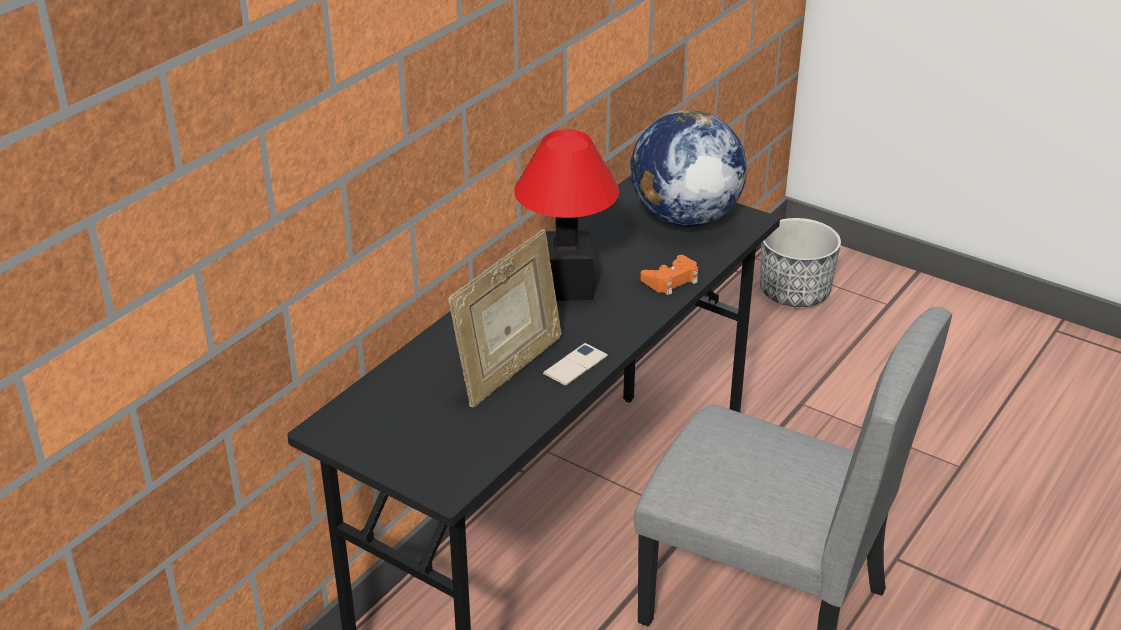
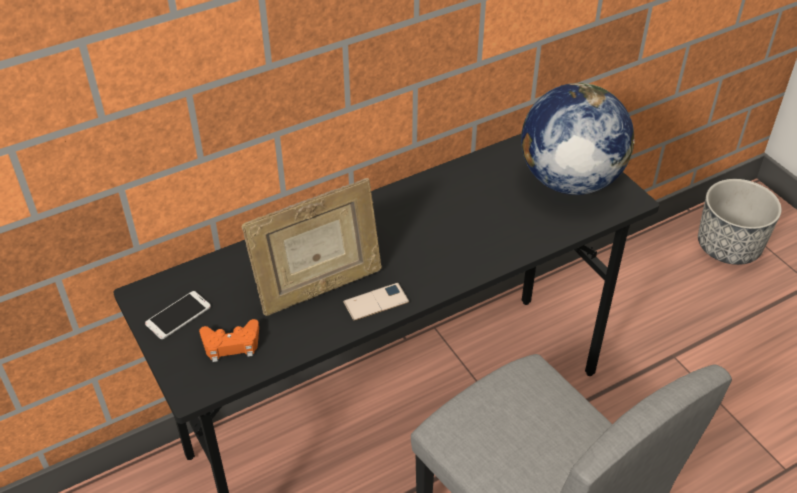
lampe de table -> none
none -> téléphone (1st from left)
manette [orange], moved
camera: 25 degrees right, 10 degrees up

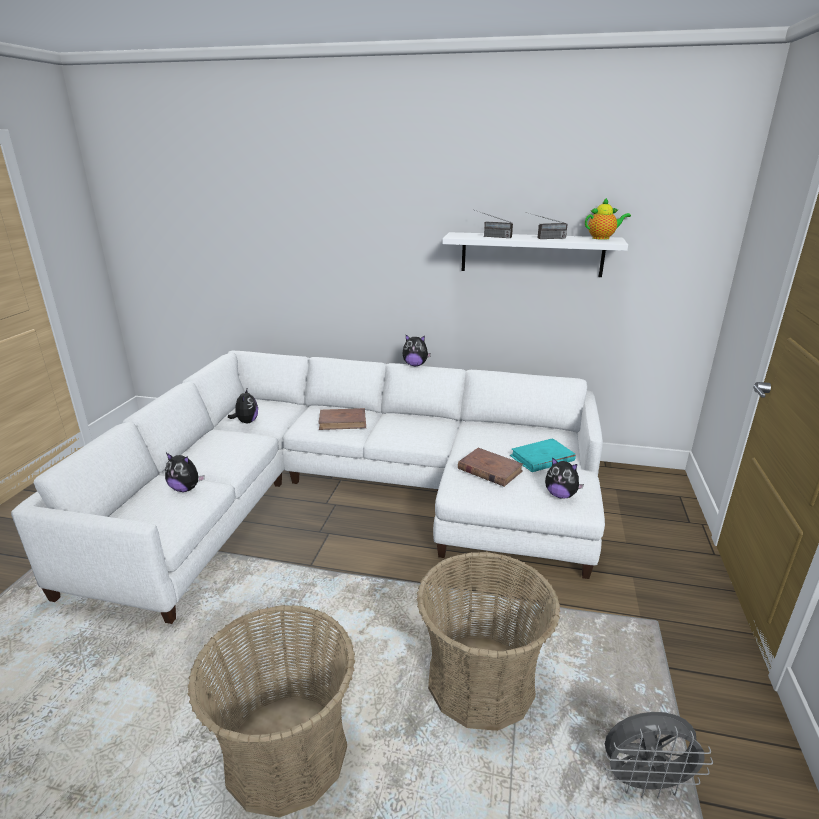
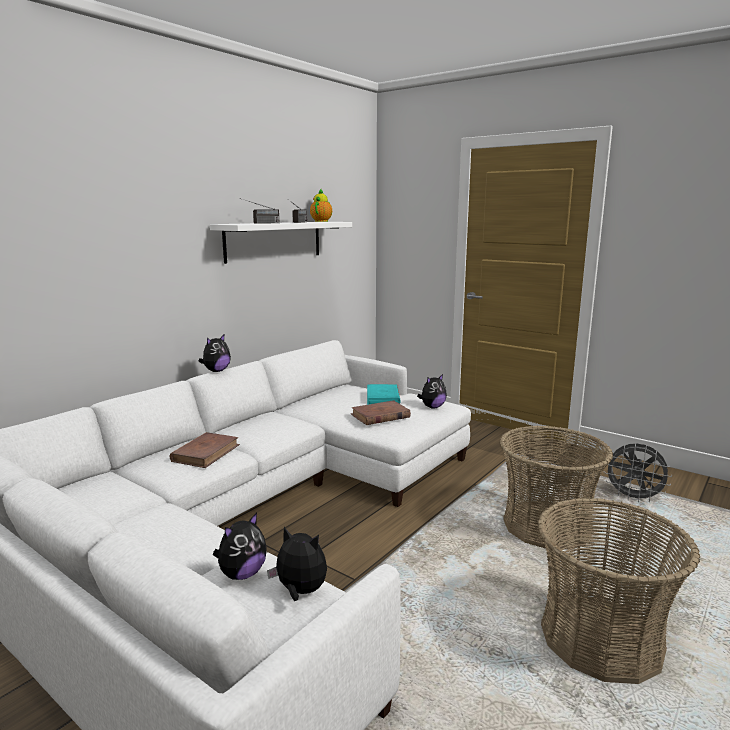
peluche (2nd from left in the first image) -> peluche (3rd from left), moved
ventilateur [gris], 90 degrees clockwise
camera: 65 degrees left, 10 degrees down

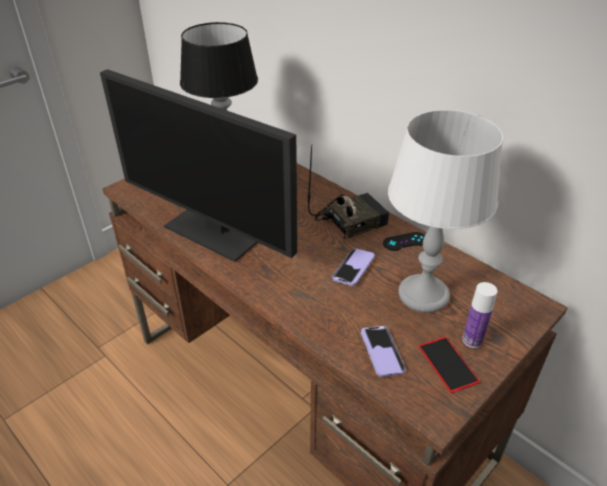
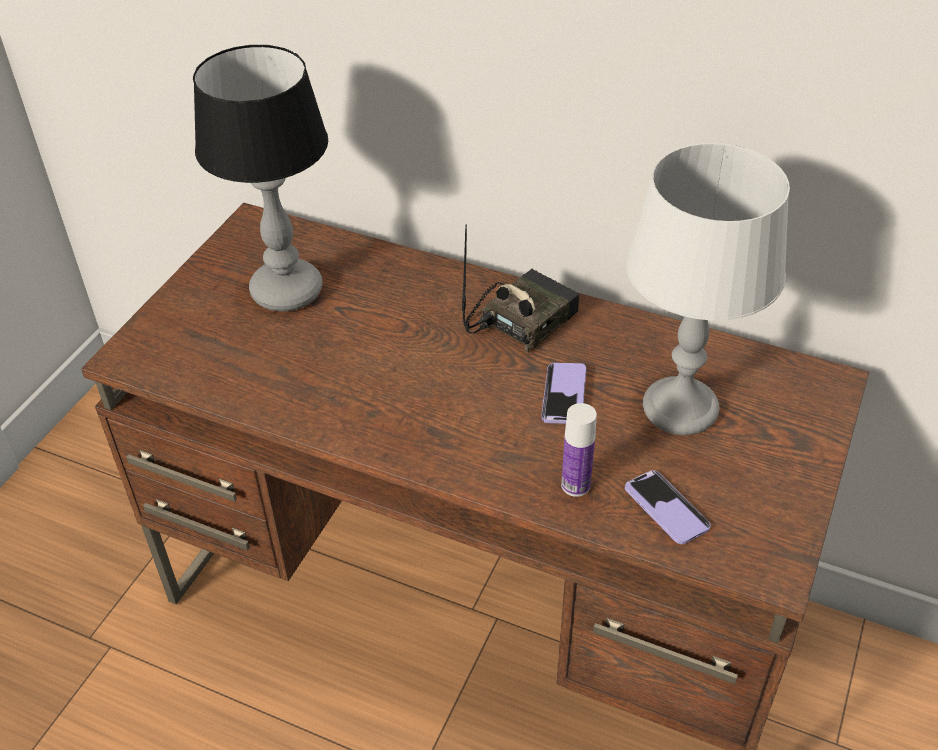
écran d'ordinateur -> none
manette [noir] -> none
téléphone (3rd from left) -> none
bouteille, moved
camera: 20 degrees left, 5 degrees up

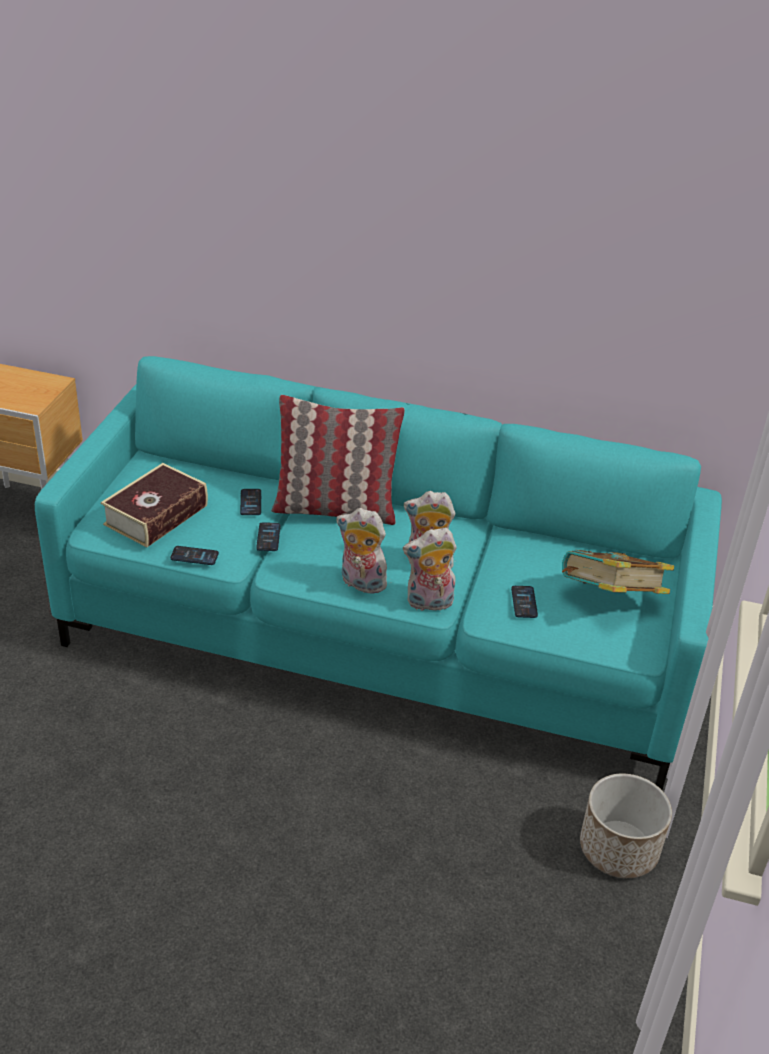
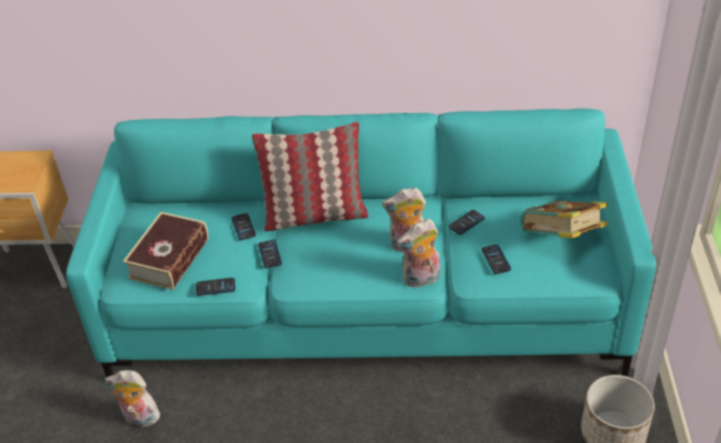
none -> téléphone (4th from left)
peluche (1st from left), moved
camera: 10 degrees left, 5 degrees up

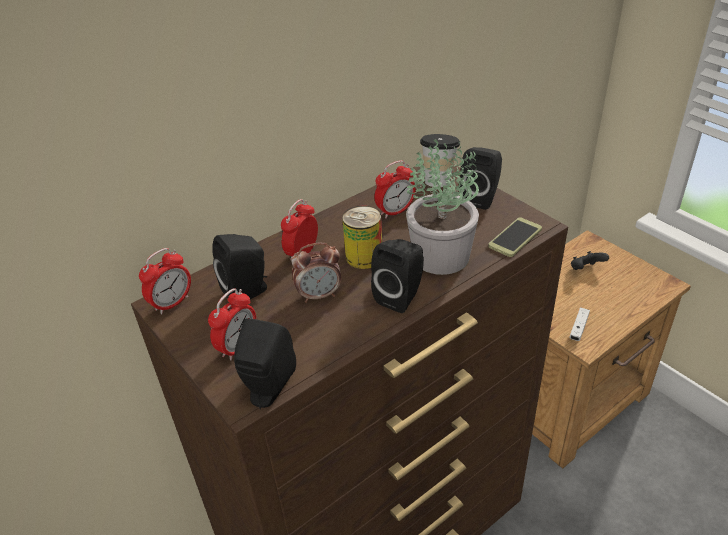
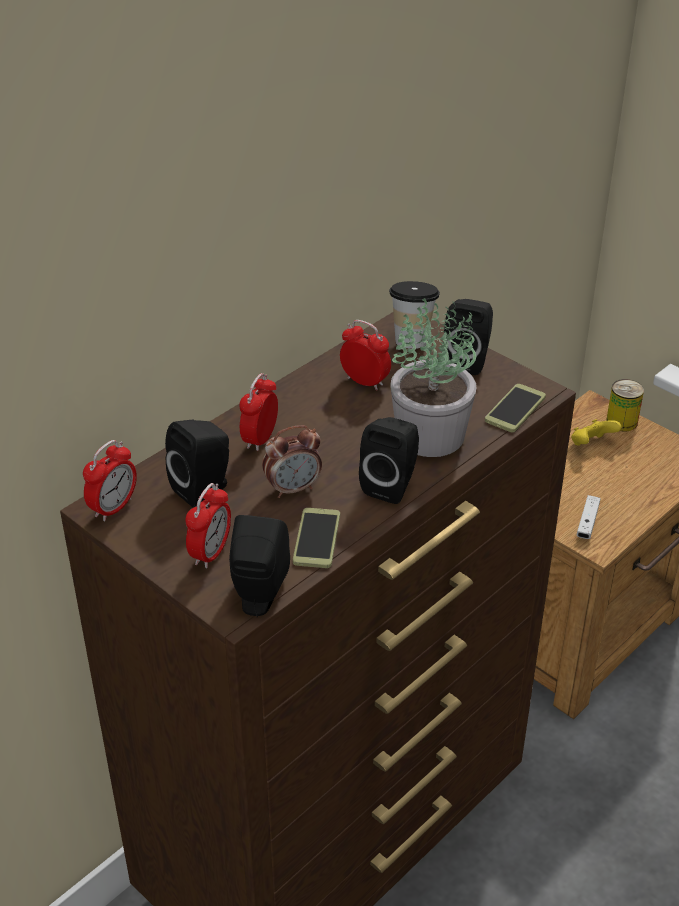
none -> téléphone (1st from left)
boîte métallique, moved
manette [noir] -> manette [jaune]
réveil (5th from left), 105 degrees counterclockwise
camera: 10 degrees left, 0 degrees up

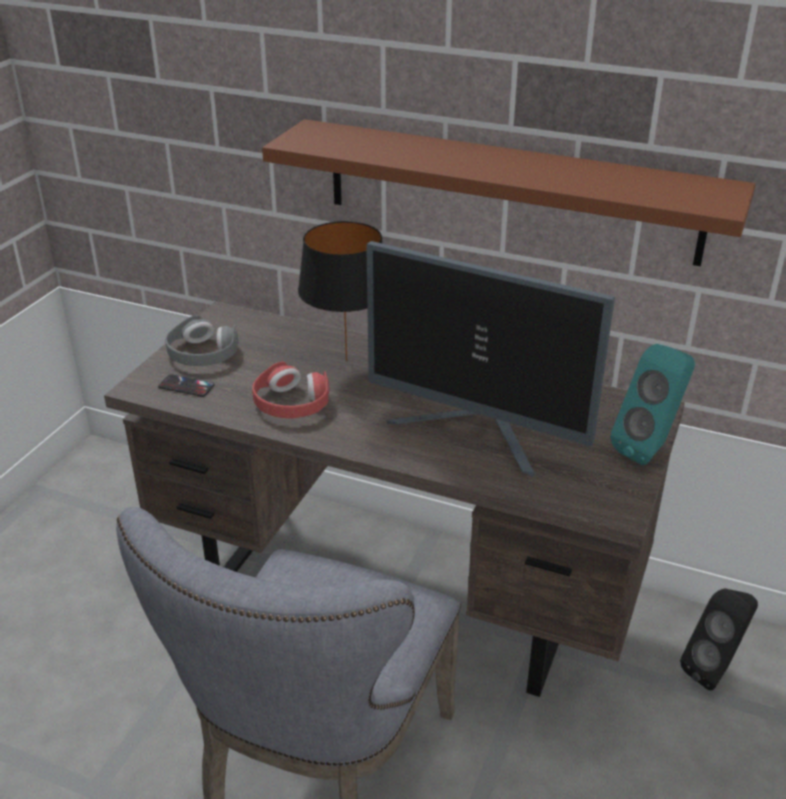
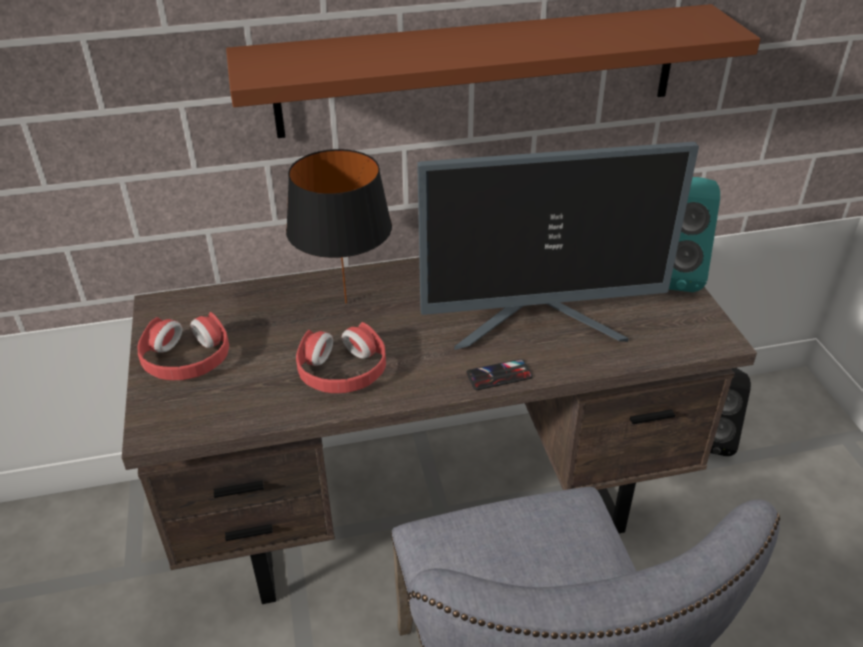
téléphone, moved
casque audio [gris] -> casque audio [rouge] (1st from left)
camera: 35 degrees left, 5 degrees up

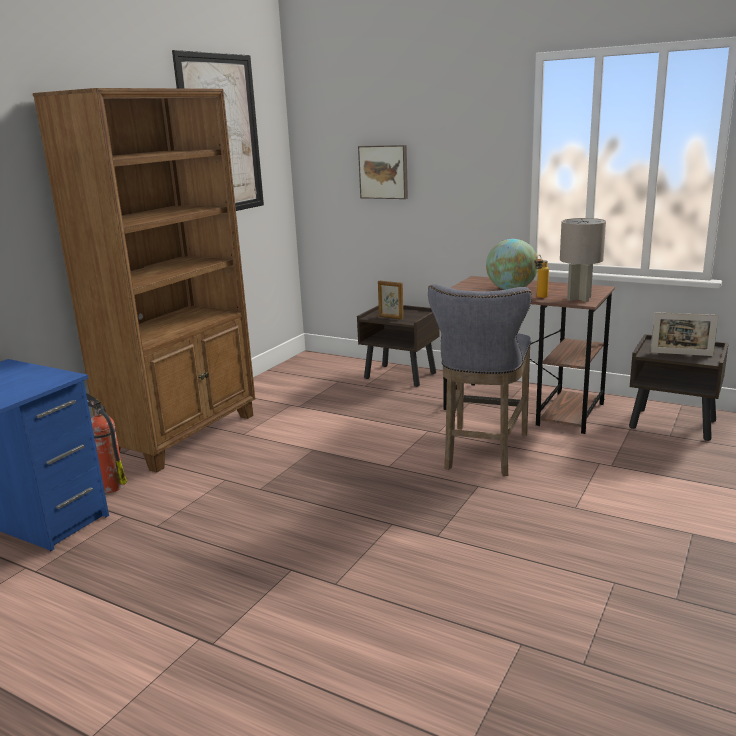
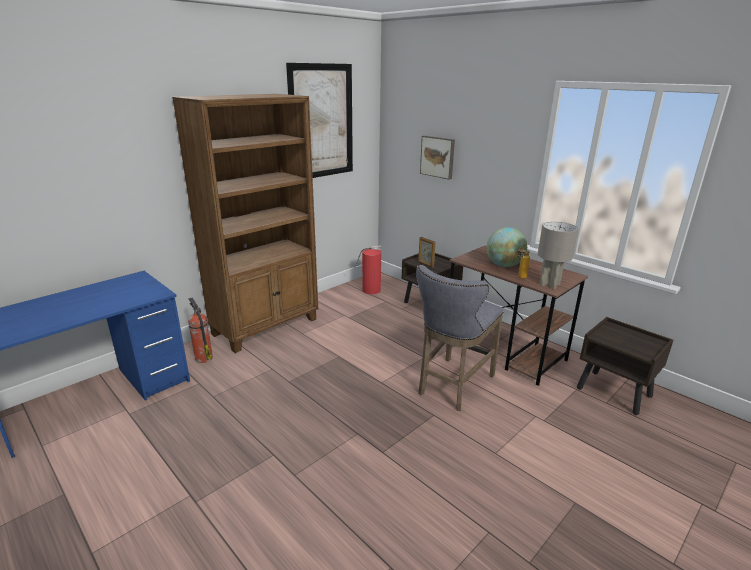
cadre photo (2nd from left) -> none
none -> extincteur (2nd from left)
camera: 15 degrees right, 5 degrees up

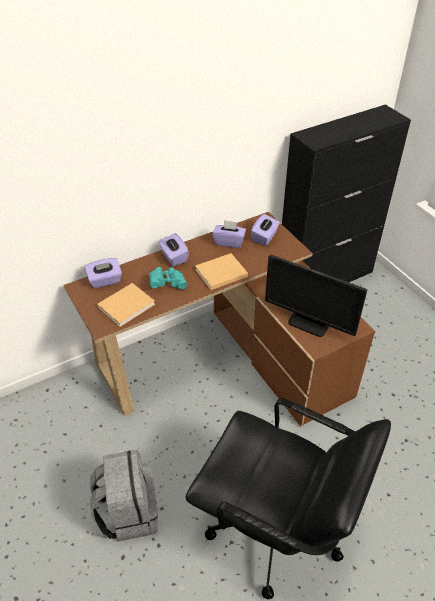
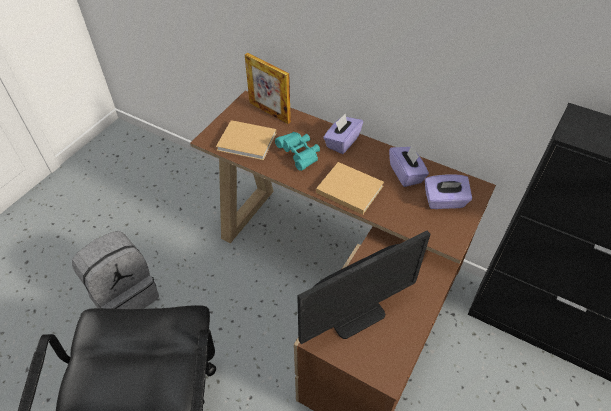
boîte à mouchoirs [violet] (1st from left) -> cadre photo
écran d'ordinateur, 120 degrees counterclockwise
camera: 60 degrees right, 5 degrees up

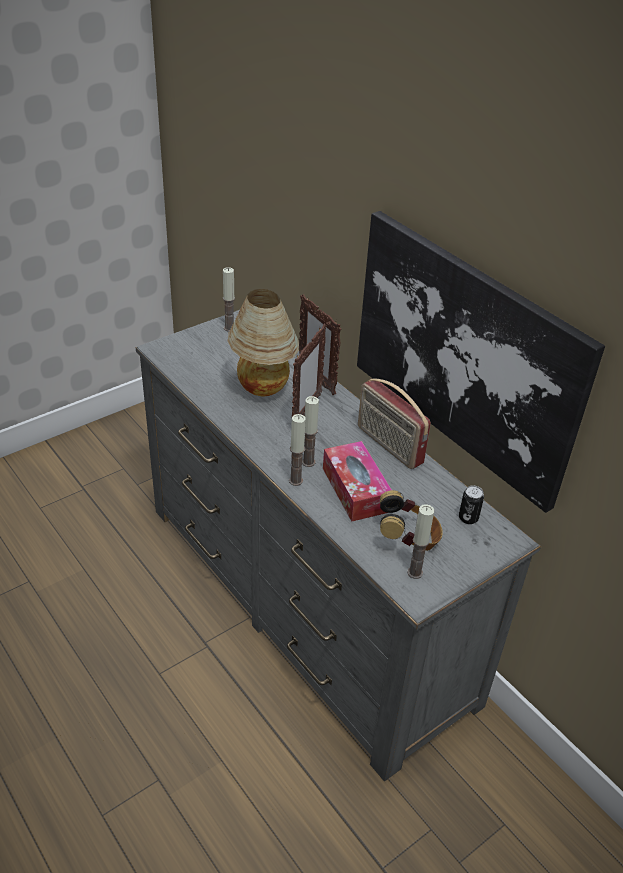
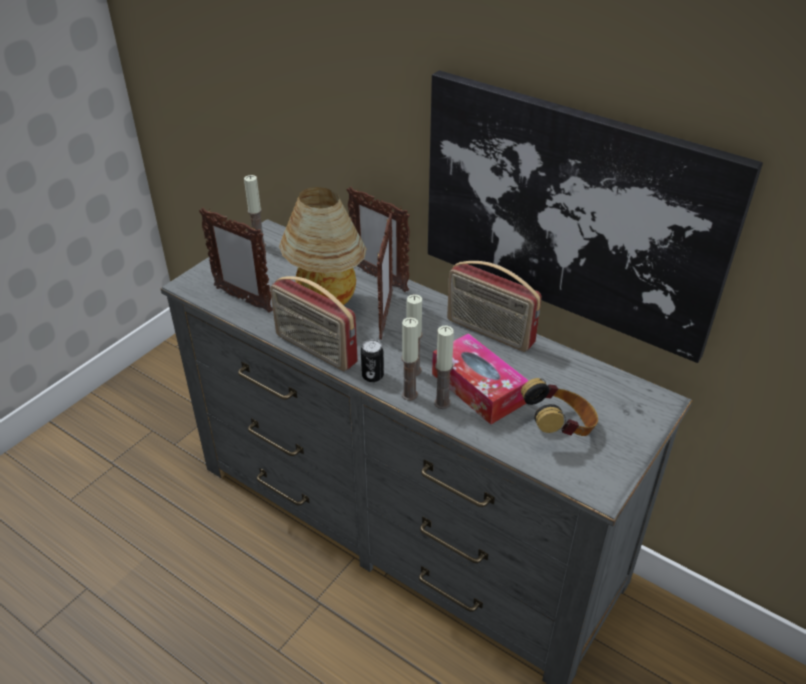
none -> cadre photo (1st from left)
none -> radio (1st from left)
bougie (4th from left), moved
boîte métallique, moved
camera: 15 degrees left, 0 degrees up

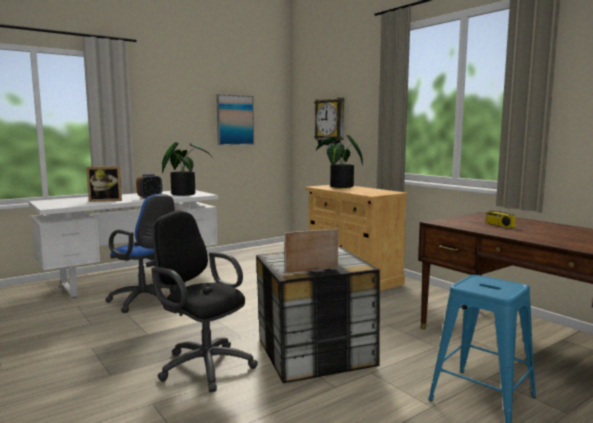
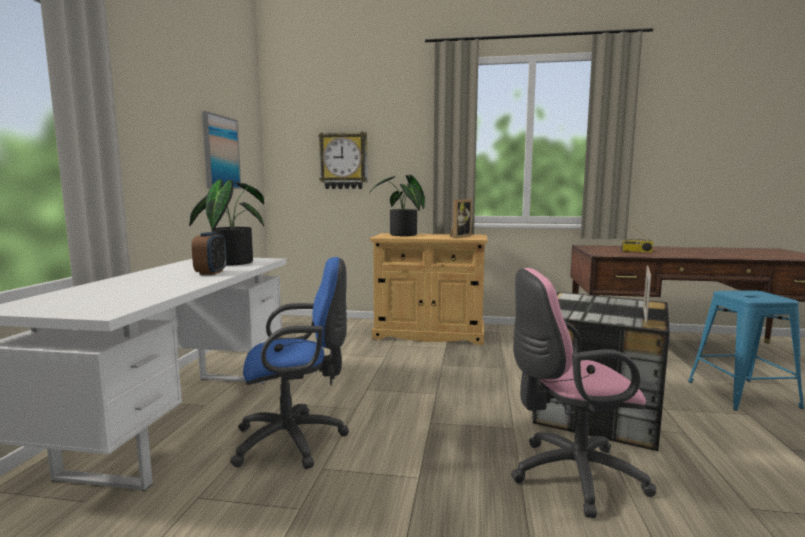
cadre photo (1st from left), moved
chaise de bureau [noir] -> chaise de bureau [rose]
camera: 45 degrees left, 0 degrees up

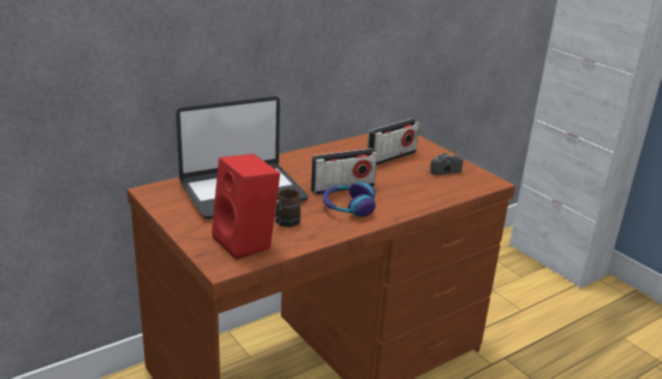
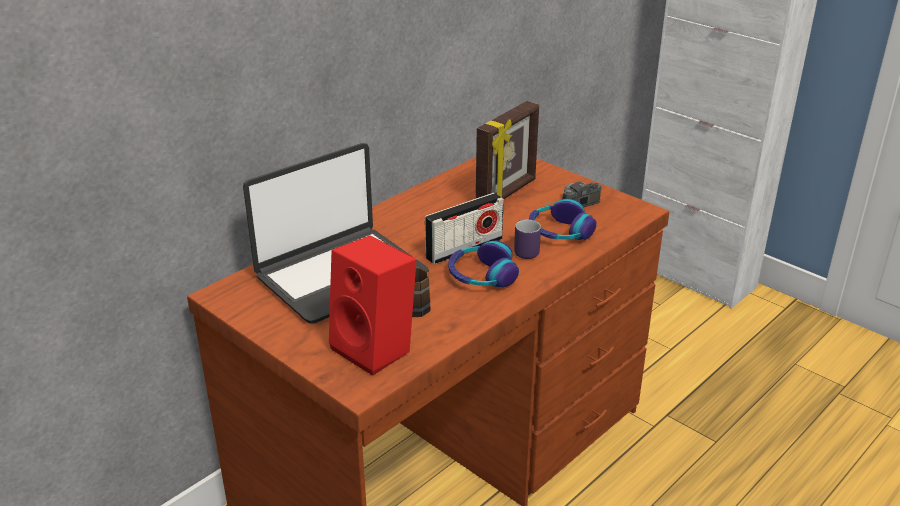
none -> mug [violet]
none -> casque audio (2nd from left)
radio (2nd from left) -> cadre photo
camera: 10 degrees left, 5 degrees up

